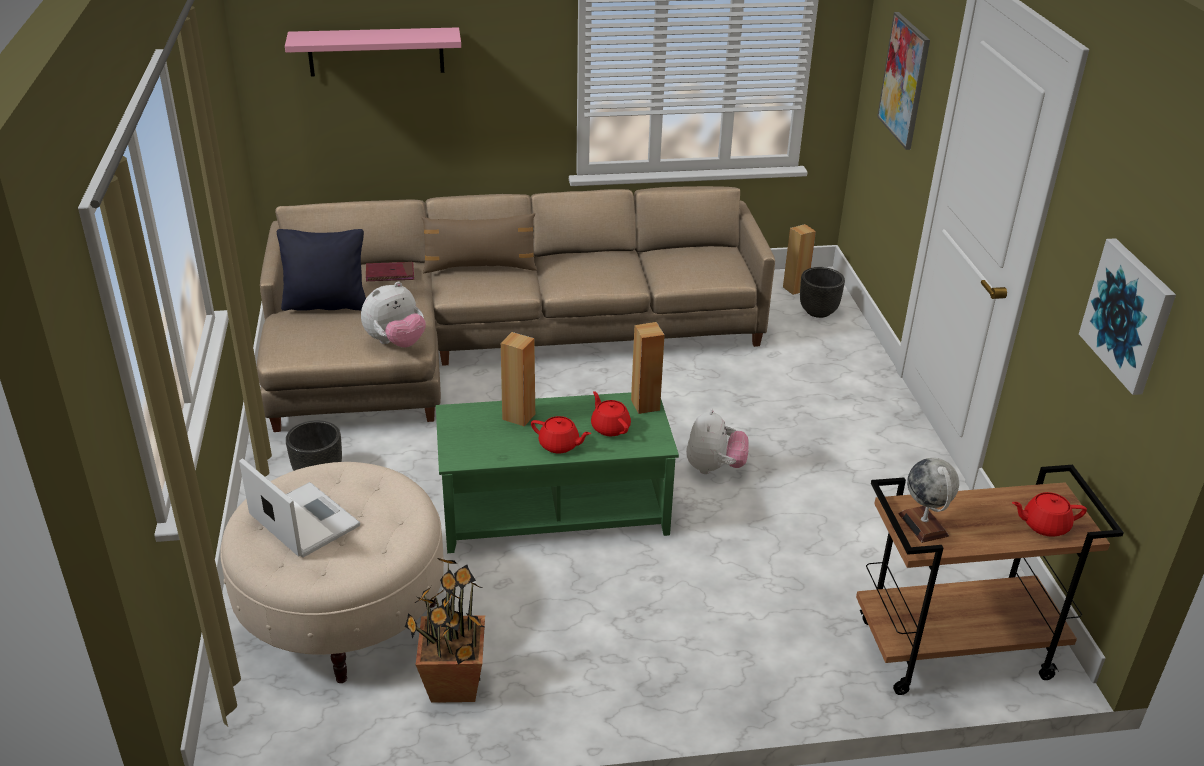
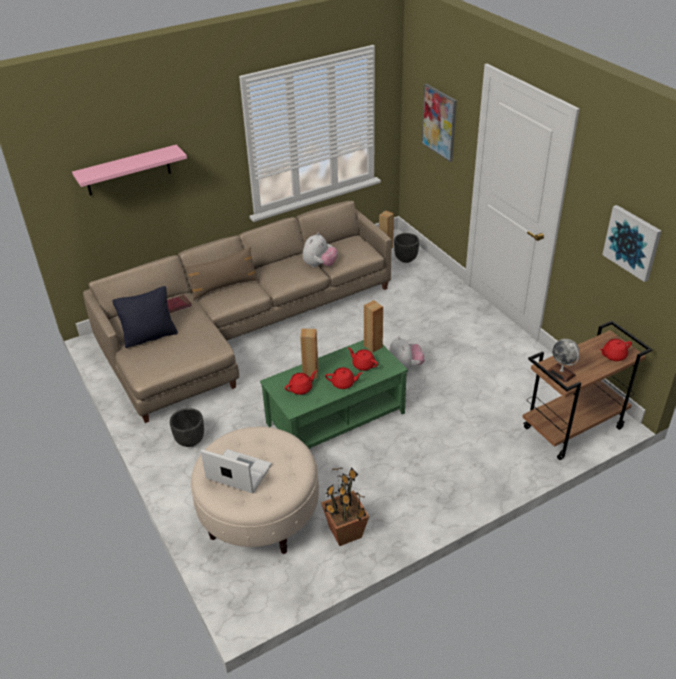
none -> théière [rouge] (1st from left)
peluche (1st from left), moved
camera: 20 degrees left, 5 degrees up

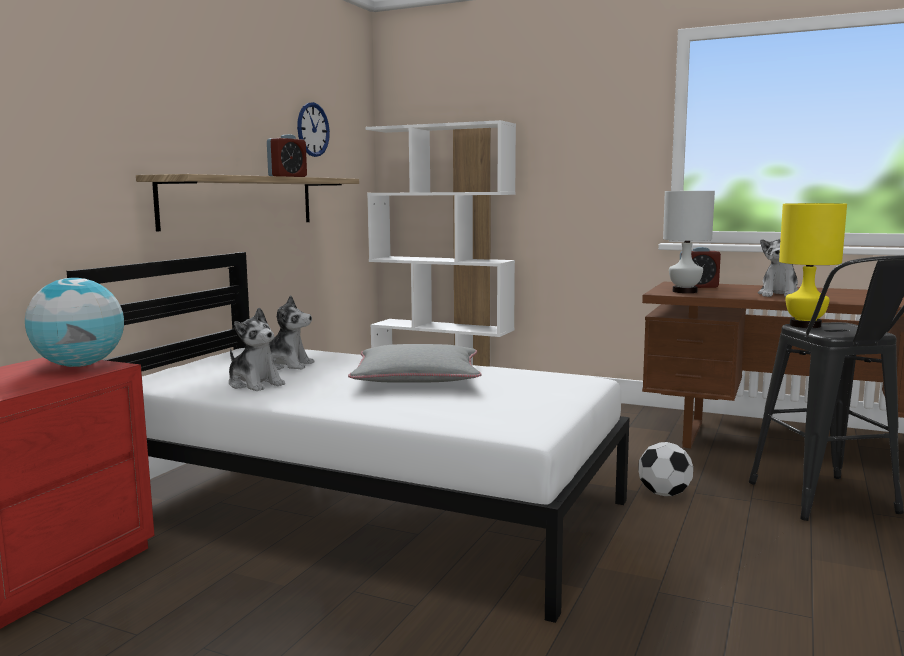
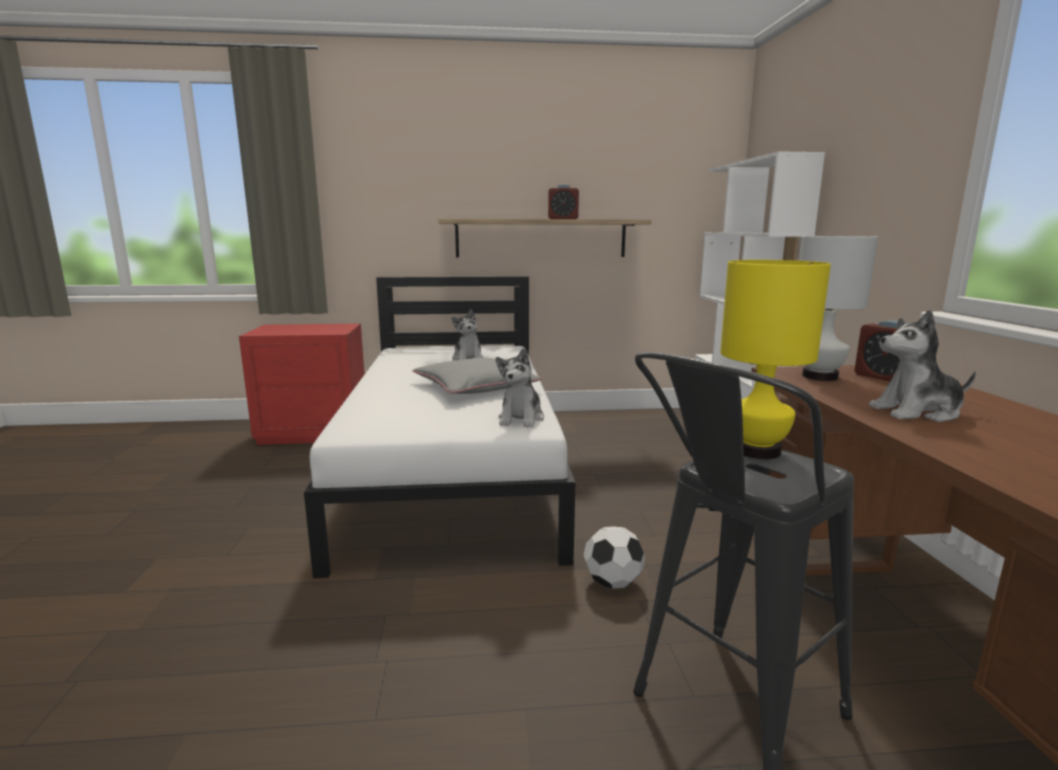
globe -> none
horloge murale -> none
peluche (1st from left in the first image) -> peluche (2nd from left), moved
camera: 60 degrees right, 5 degrees up

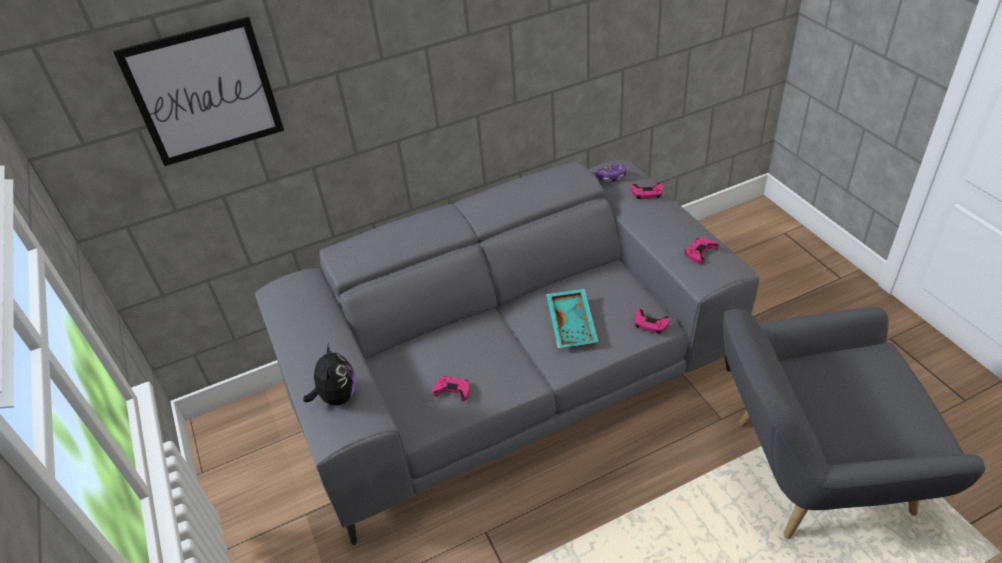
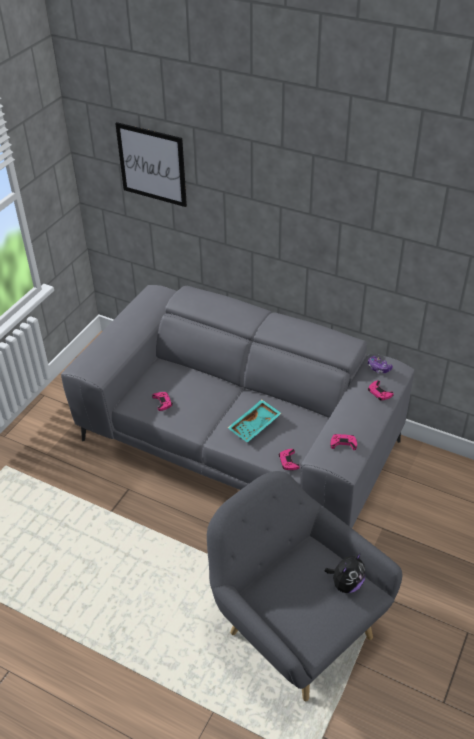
peluche, moved
camera: 50 degrees right, 0 degrees up

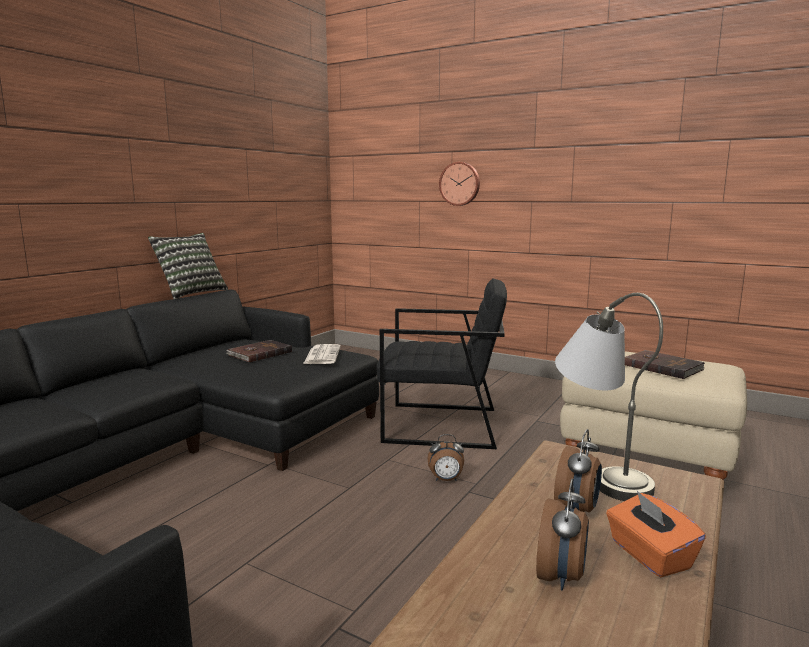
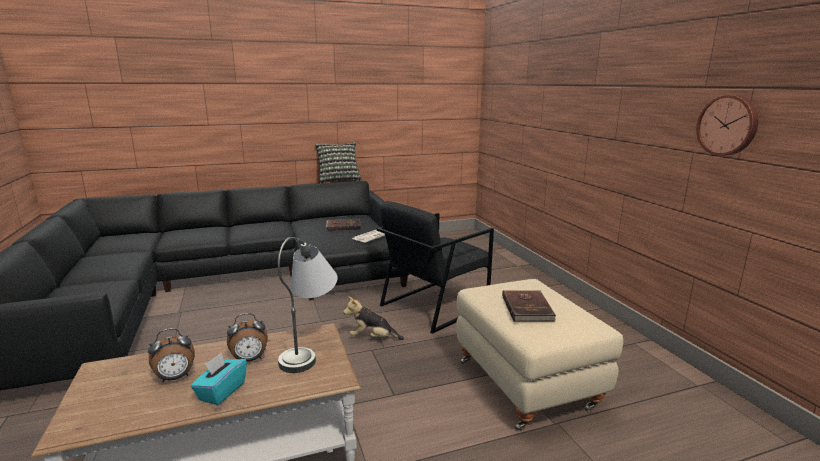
horloge murale, moved
réveil (1st from left) -> peluche
boîte à mouchoirs [orange] -> boîte à mouchoirs [turquoise]
fauteuil [noir], 90 degrees clockwise
camera: 40 degrees right, 5 degrees up

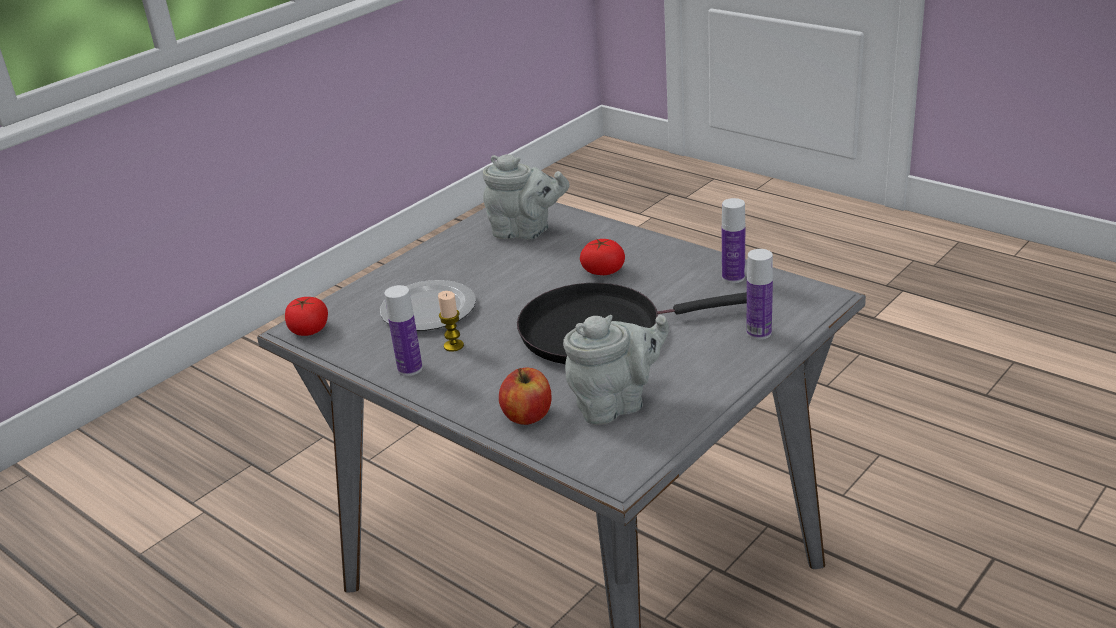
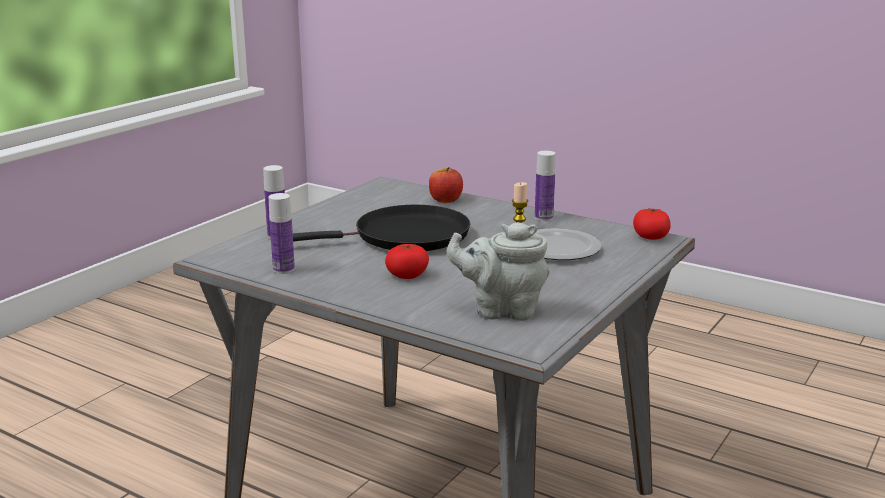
théière [gris] (2nd from left) -> none
camera: 170 degrees right, 10 degrees down

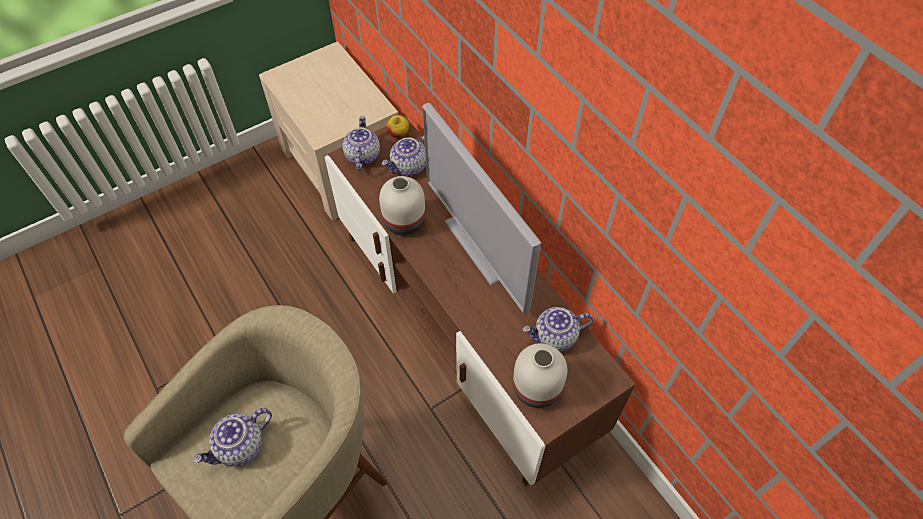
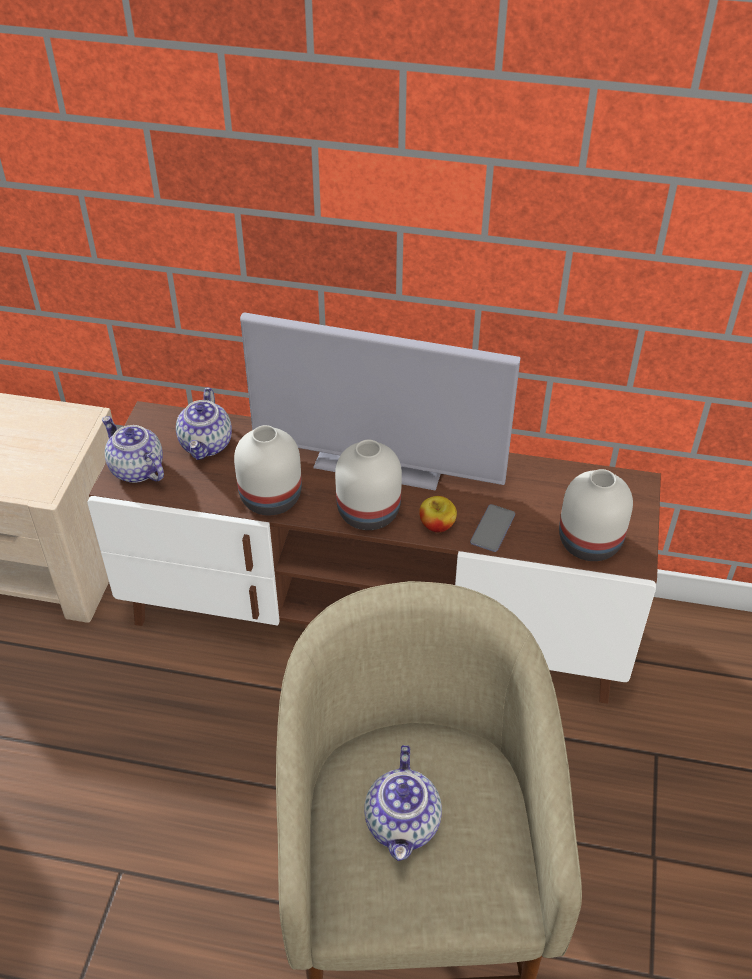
théière (4th from left) -> none
none -> vase [blanc] (2nd from left)
none -> téléphone
pomme, moved
camera: 45 degrees left, 10 degrees down

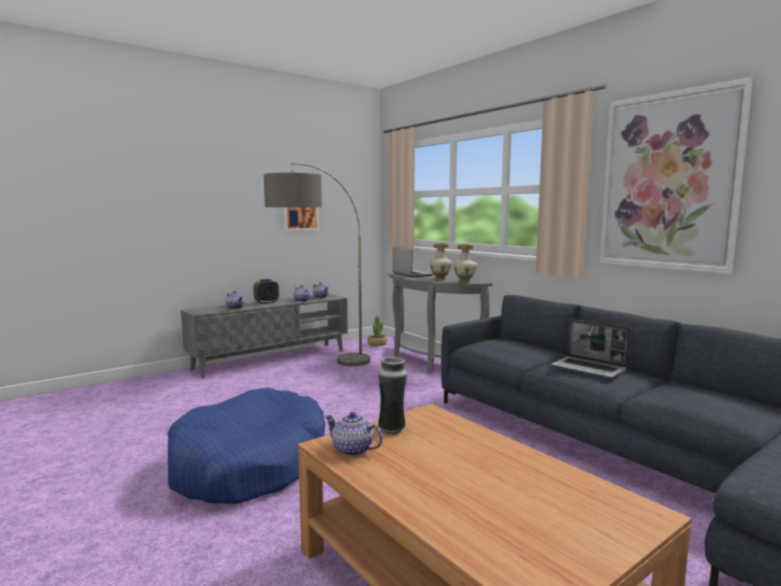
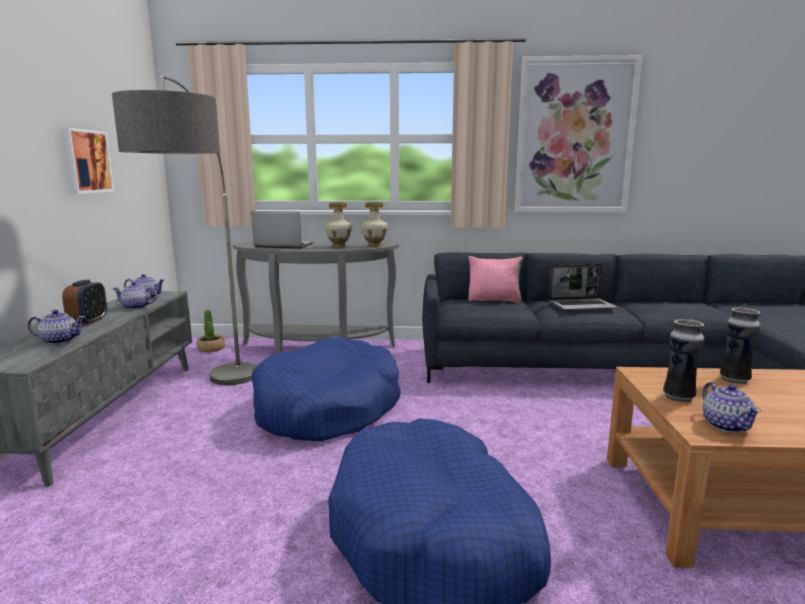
none -> panier pour chien [bleu] (1st from left)
none -> coussin [rose]
none -> vase (4th from left)
théière (4th from left), 75 degrees counterclockwise
camera: 50 degrees left, 5 degrees up

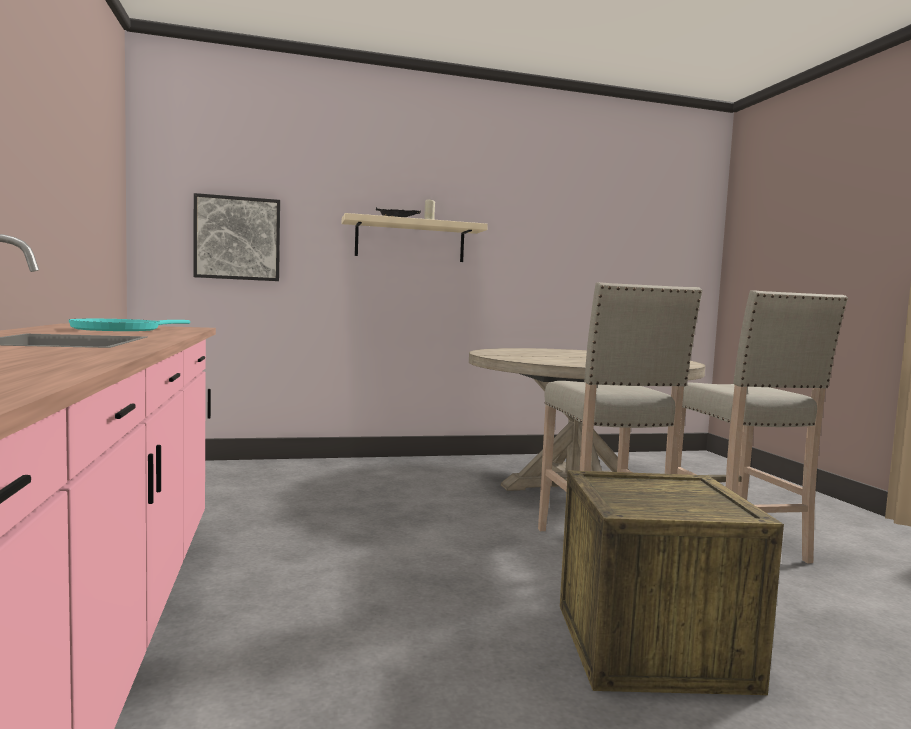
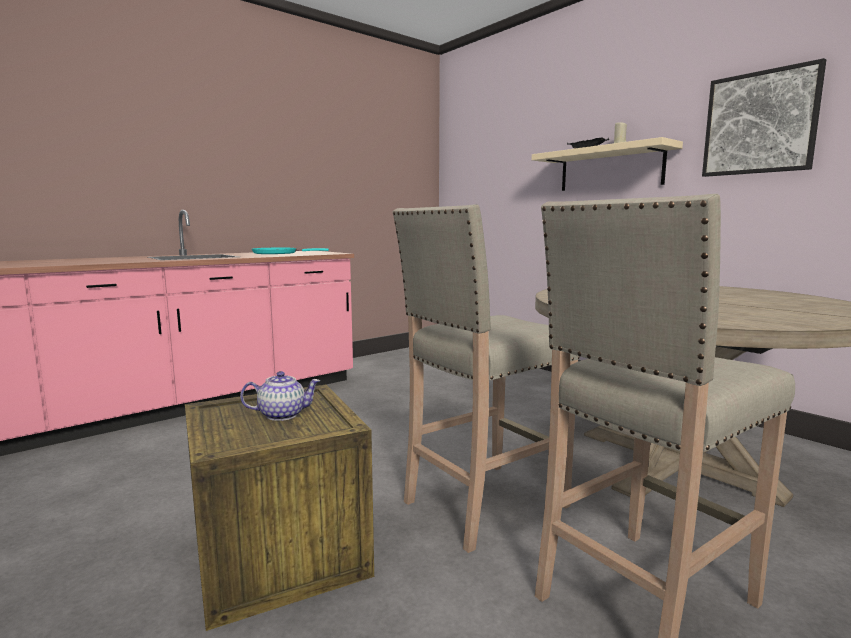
none -> théière
tableau, moved
camera: 65 degrees right, 5 degrees up

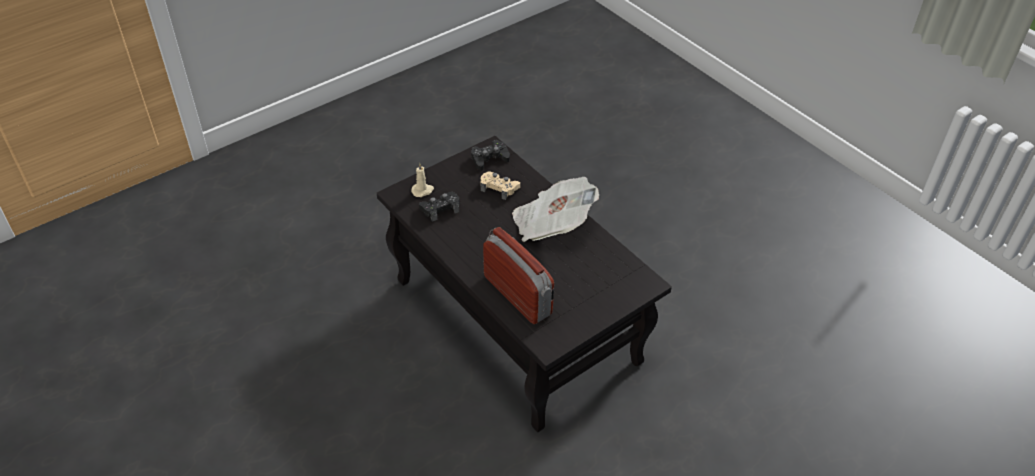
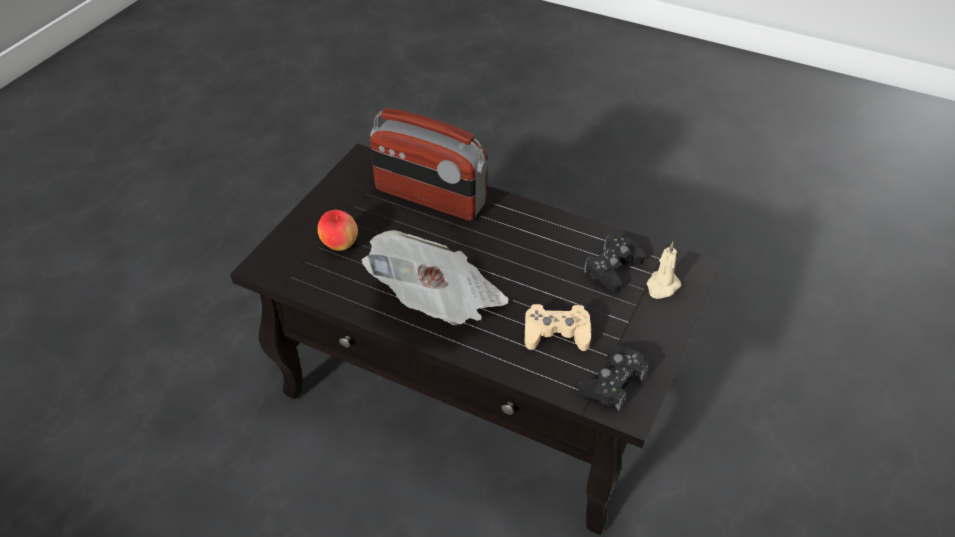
none -> pomme
camera: 155 degrees right, 0 degrees up

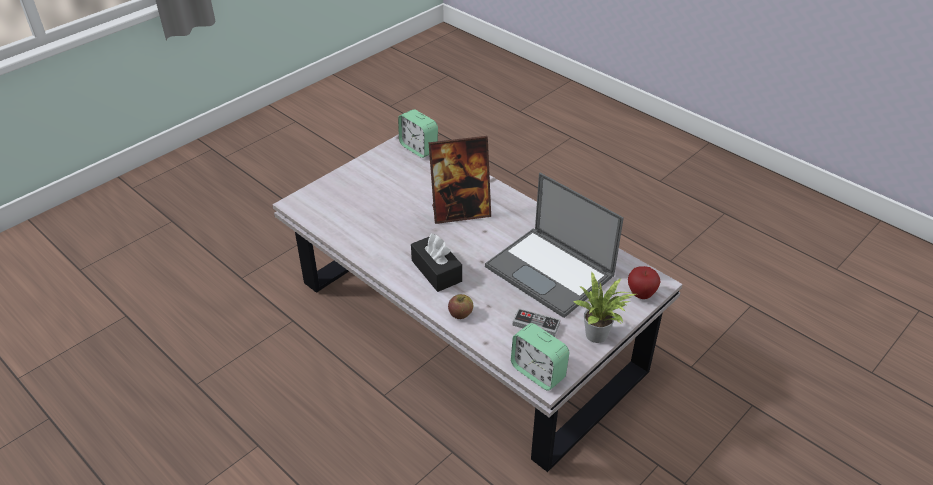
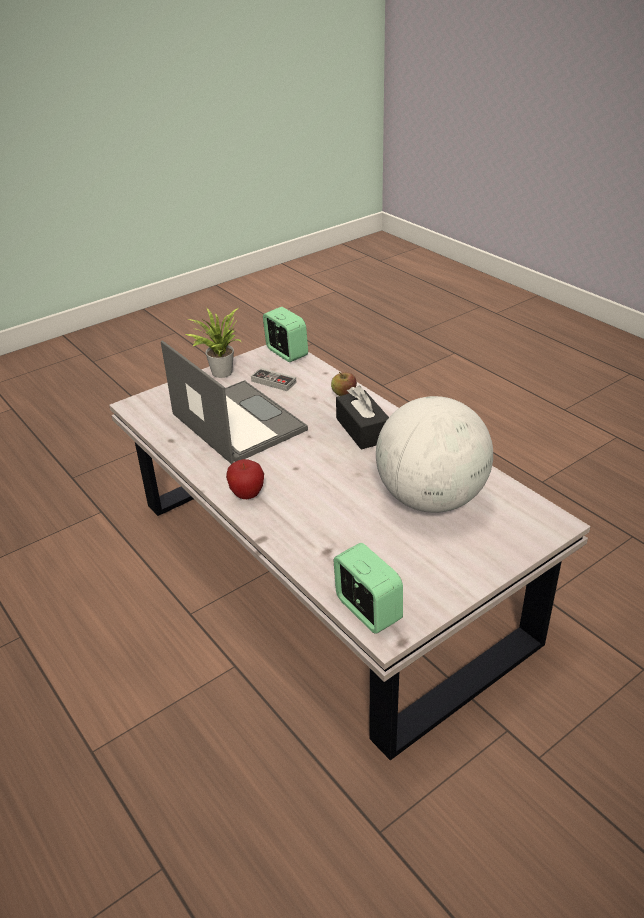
cadre photo -> none
none -> globe
pomme (2nd from left in the first image) -> pomme (1st from left), moved
camera: 170 degrees left, 5 degrees down

